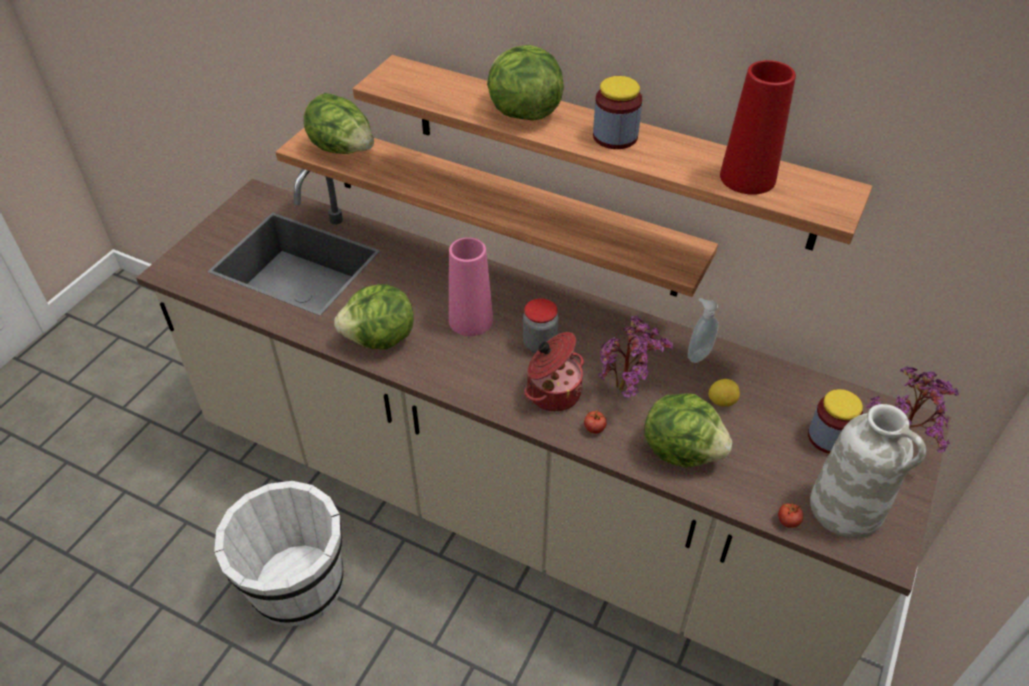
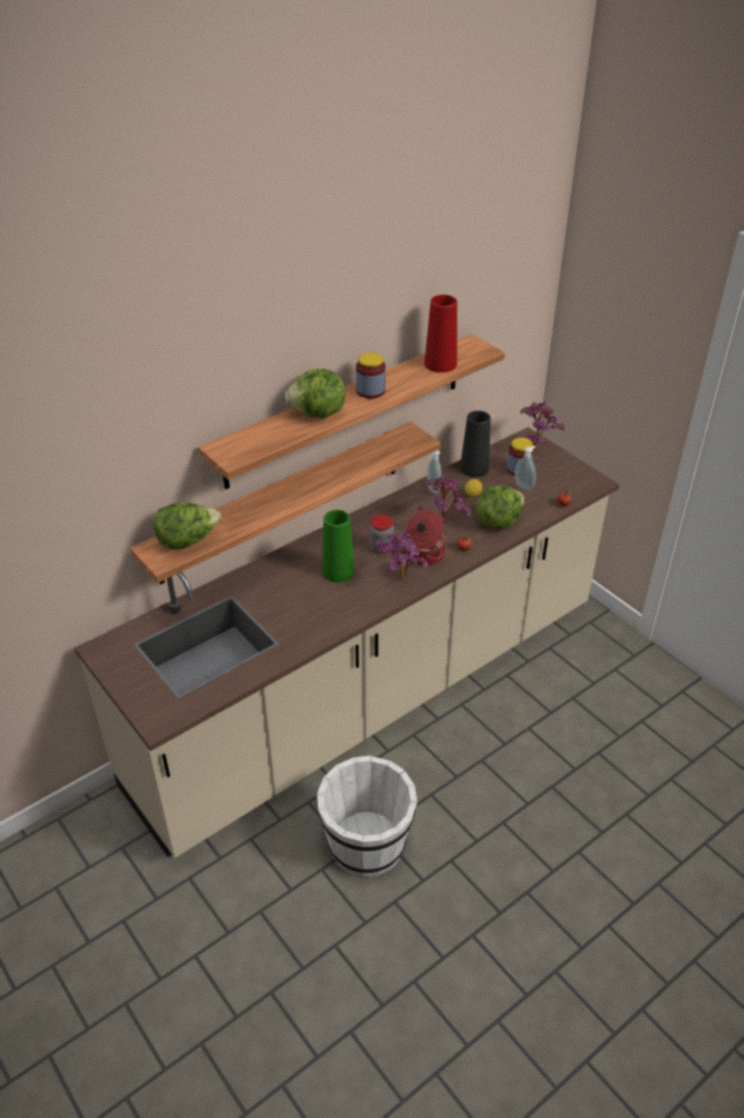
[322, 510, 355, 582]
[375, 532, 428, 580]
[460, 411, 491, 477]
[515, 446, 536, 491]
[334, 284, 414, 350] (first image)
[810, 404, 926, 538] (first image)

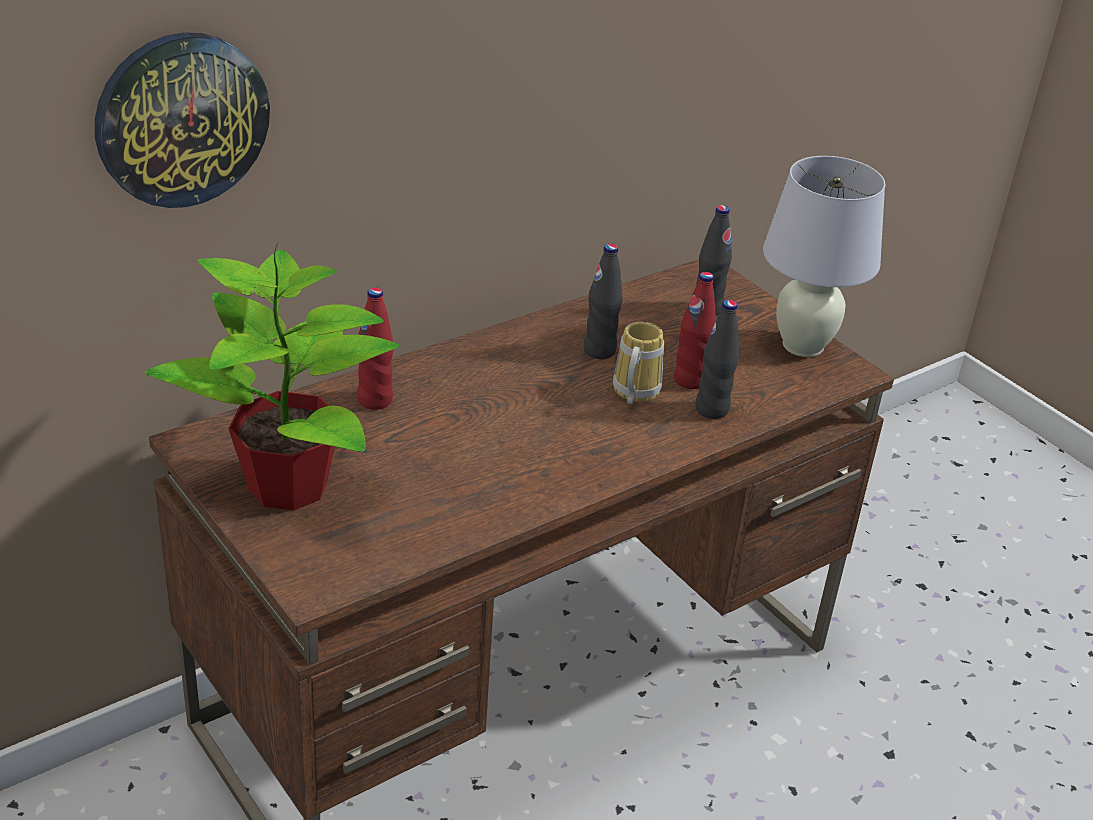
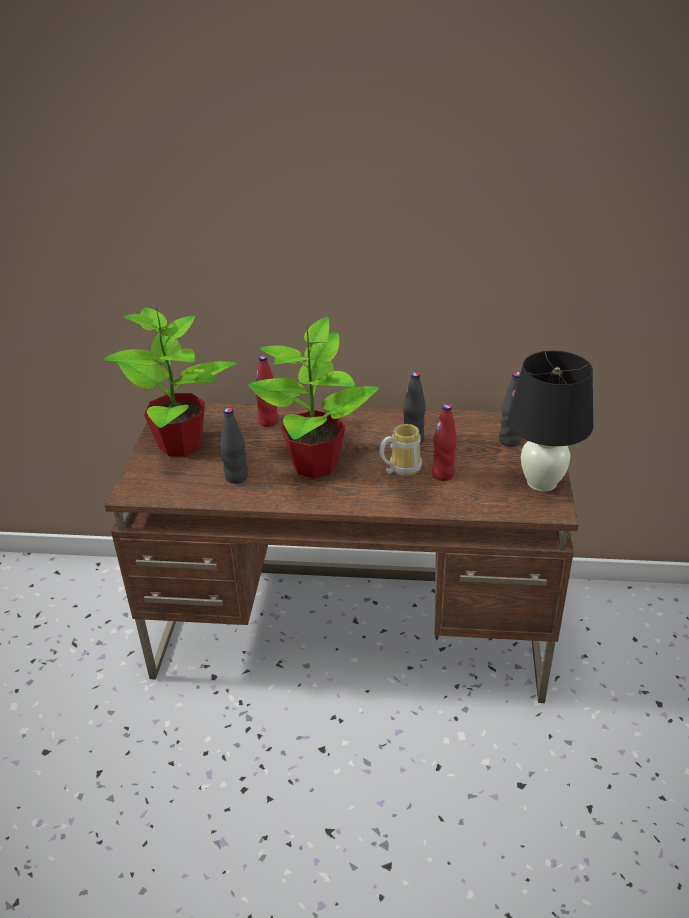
[220, 407, 248, 484]
[249, 317, 379, 478]
[508, 351, 593, 492]
[95, 32, 270, 208] (first image)

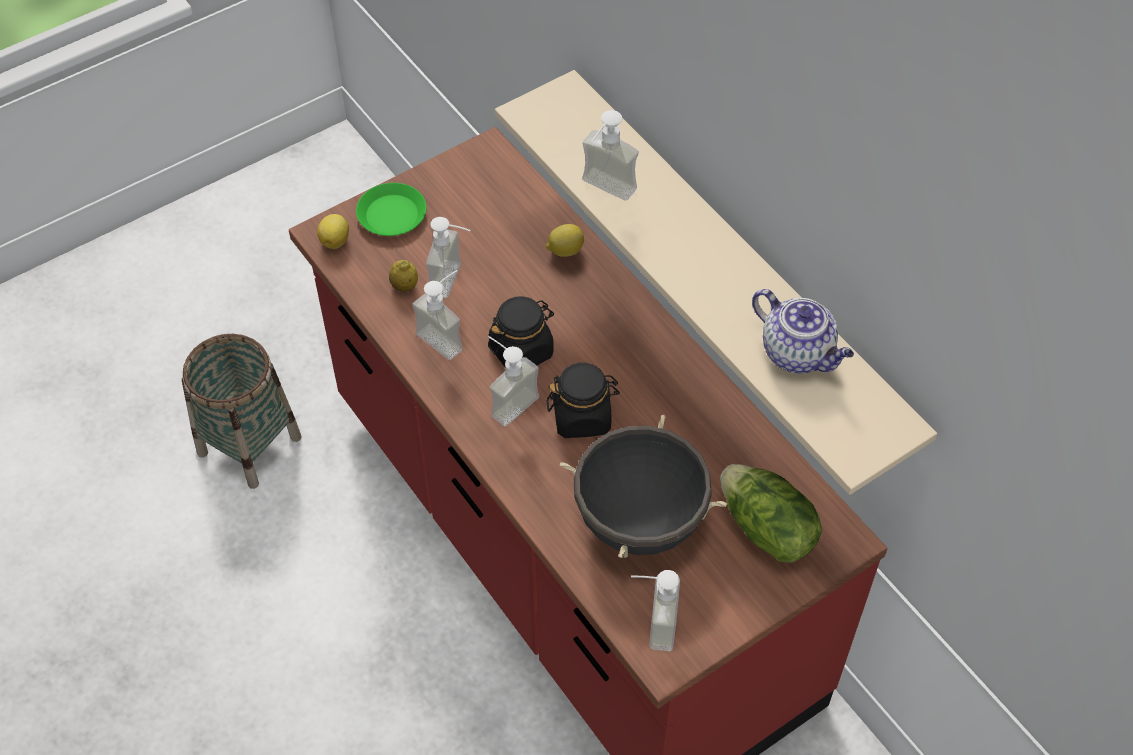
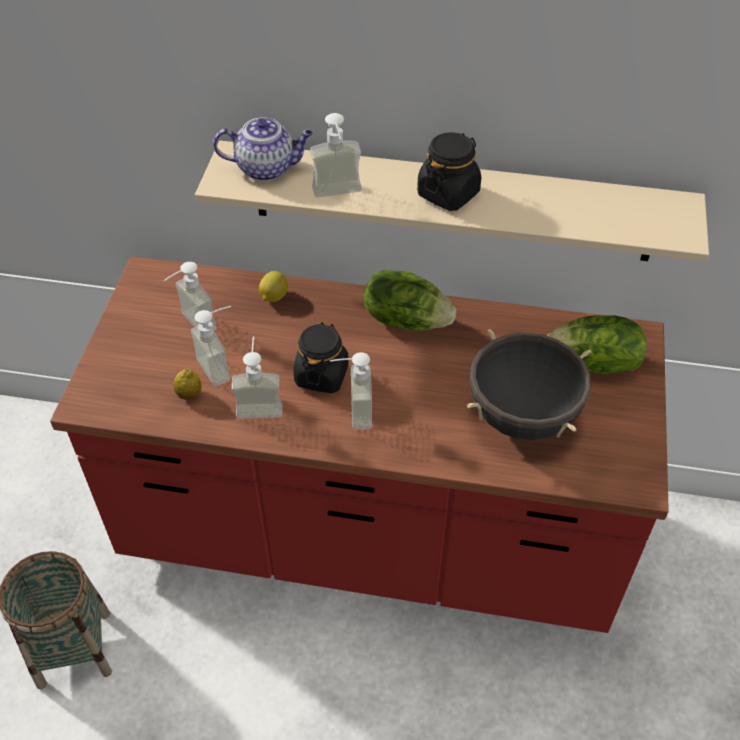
[164, 262, 217, 331]
[213, 117, 313, 181]
[364, 270, 456, 331]
[417, 132, 481, 211]
[317, 214, 349, 249] (first image)
[356, 183, 427, 236] (first image)

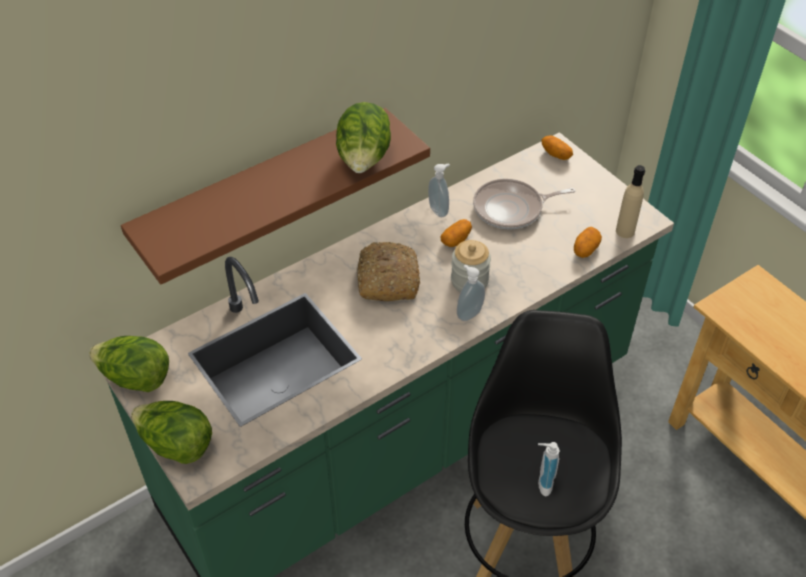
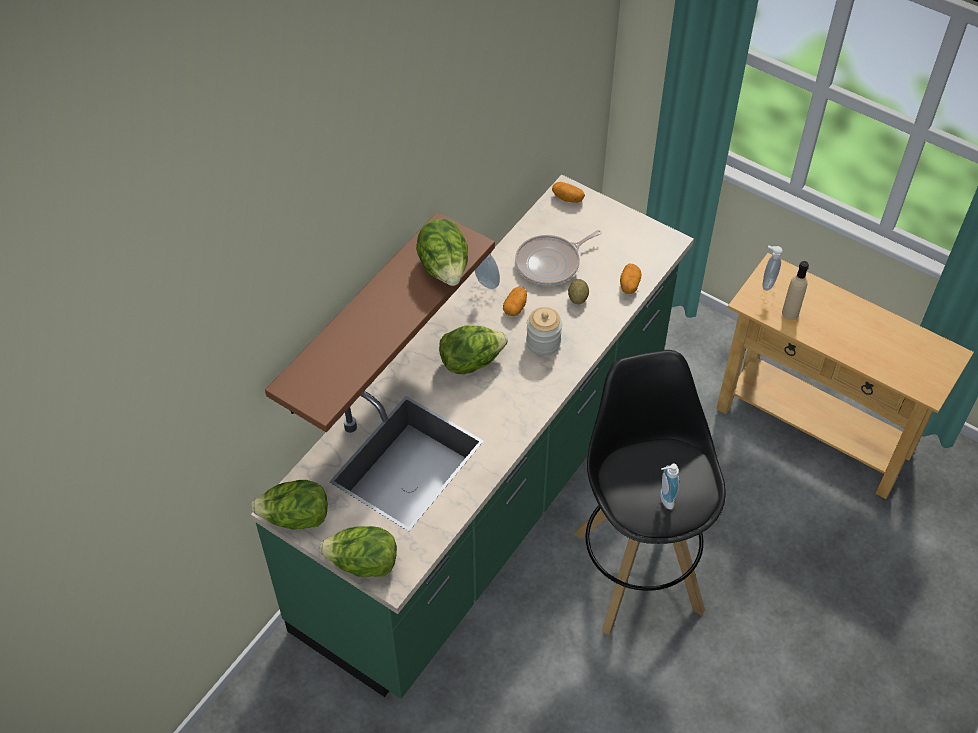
[439, 325, 508, 374]
[568, 279, 589, 305]
[762, 246, 783, 291]
[782, 261, 809, 320]

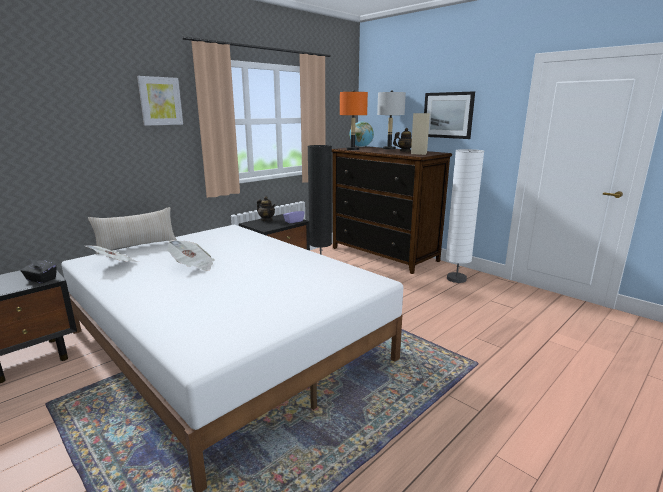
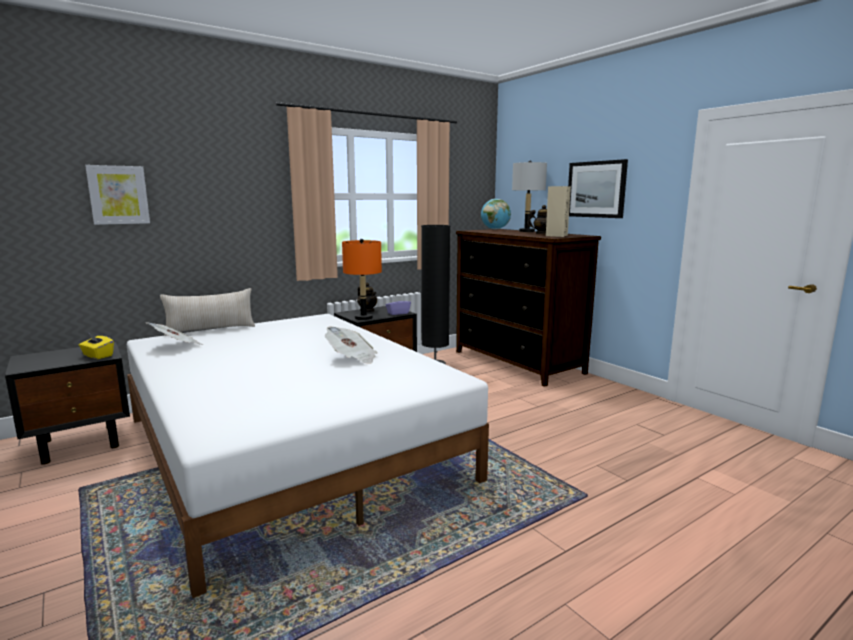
[79, 333, 114, 359]
[85, 165, 150, 225]
[324, 326, 377, 364]
[342, 239, 382, 320]
[446, 149, 484, 283] (first image)

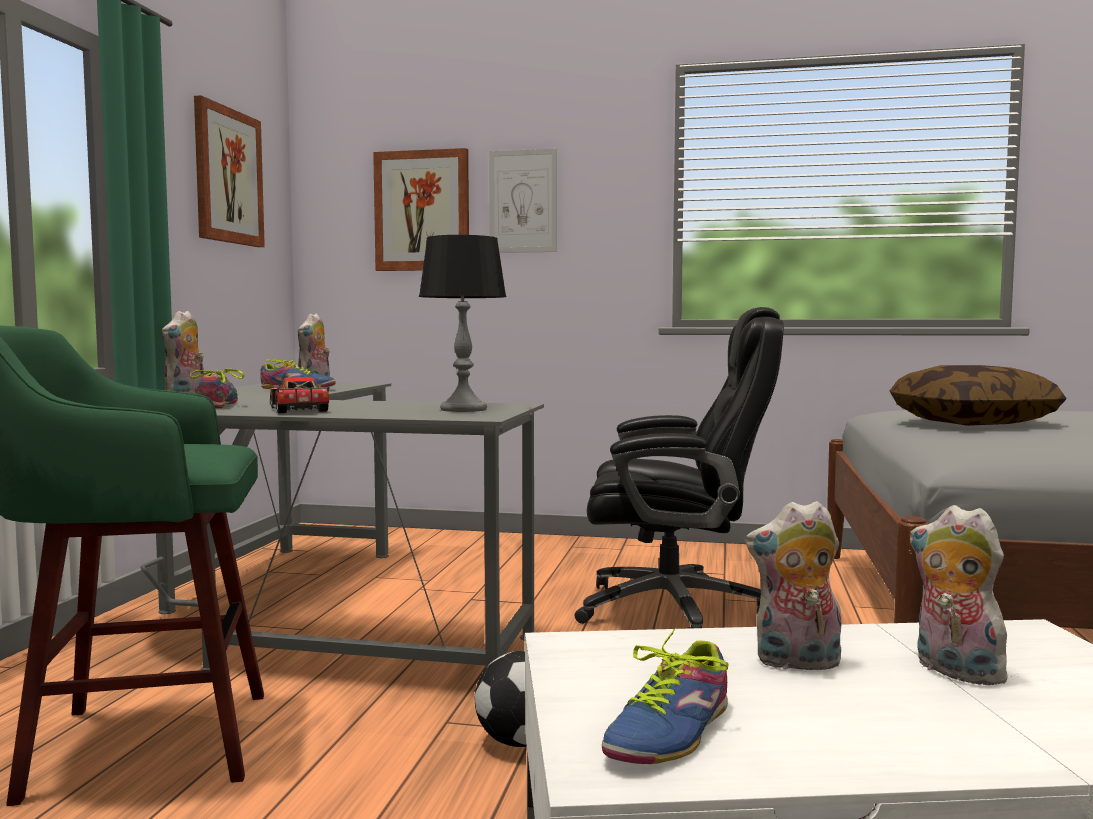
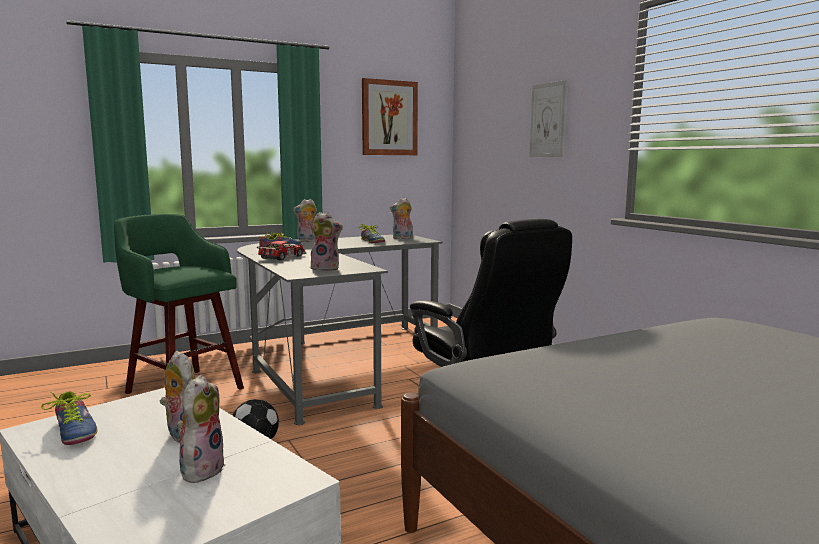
[41, 392, 98, 445]
[310, 212, 343, 271]
[373, 148, 469, 271] (first image)
[890, 365, 1066, 426] (first image)

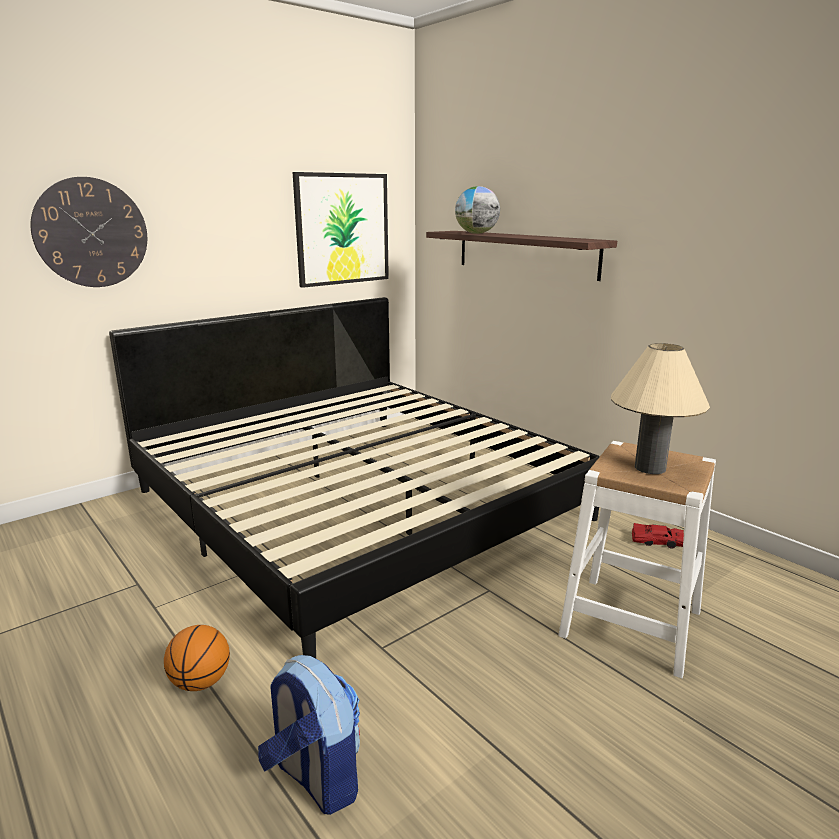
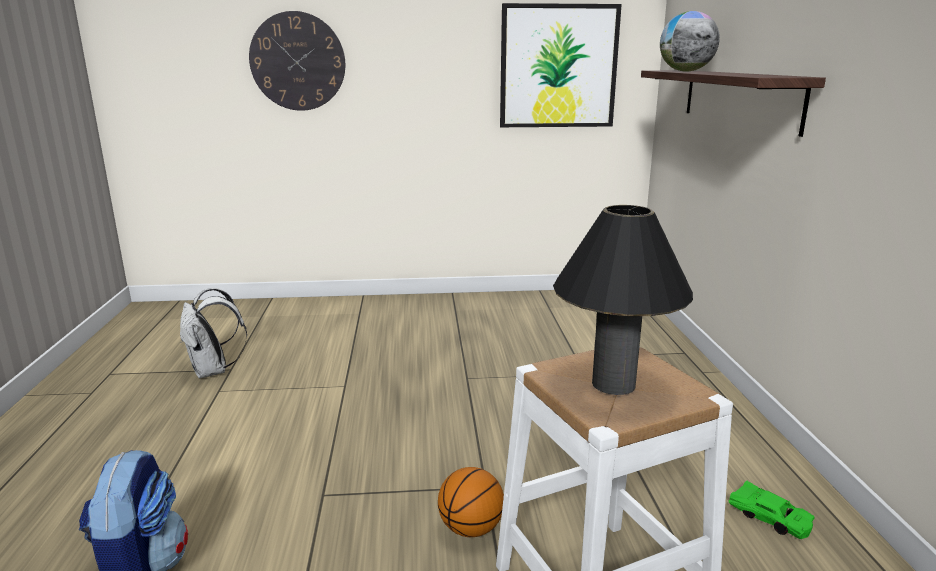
[180, 288, 247, 378]
[438, 467, 504, 537]
[553, 205, 693, 395]
[729, 481, 815, 539]
[109, 297, 600, 659] (first image)

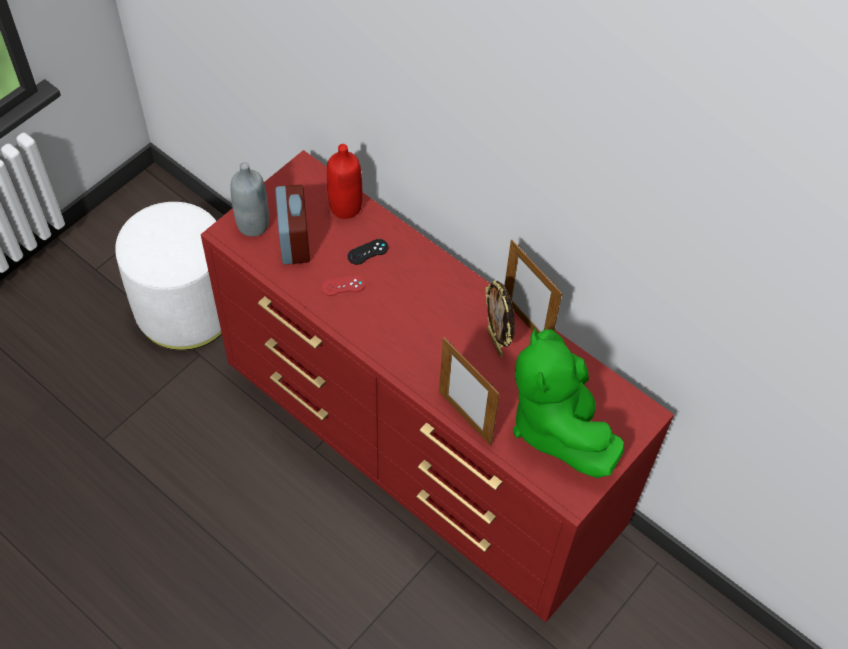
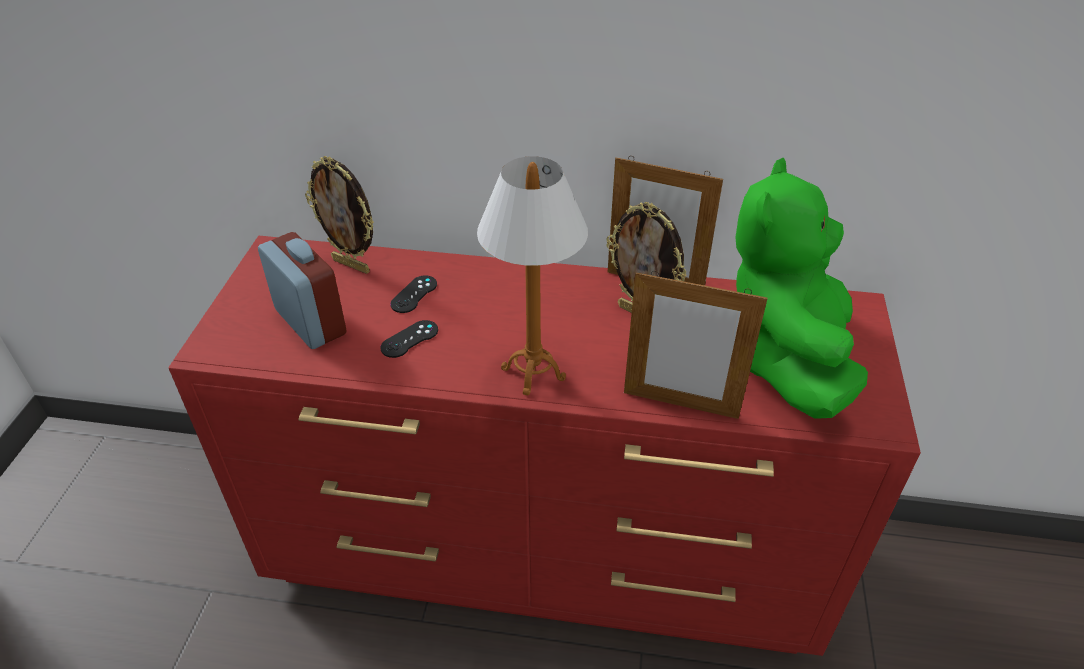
[305, 156, 374, 274]
[380, 320, 438, 358]
[477, 156, 588, 395]
[735, 157, 868, 419]
[115, 202, 222, 350] (first image)
[230, 162, 269, 237] (first image)

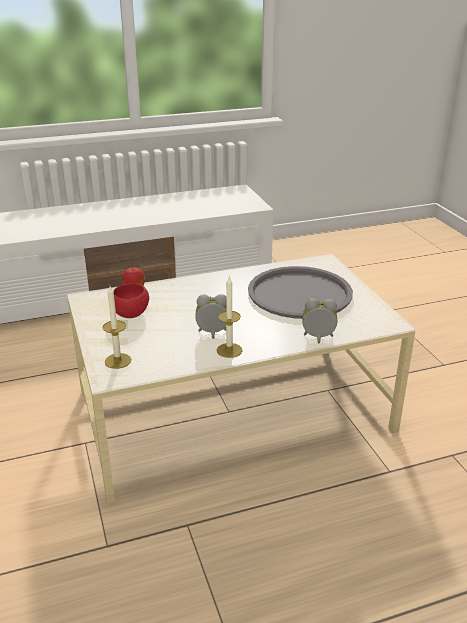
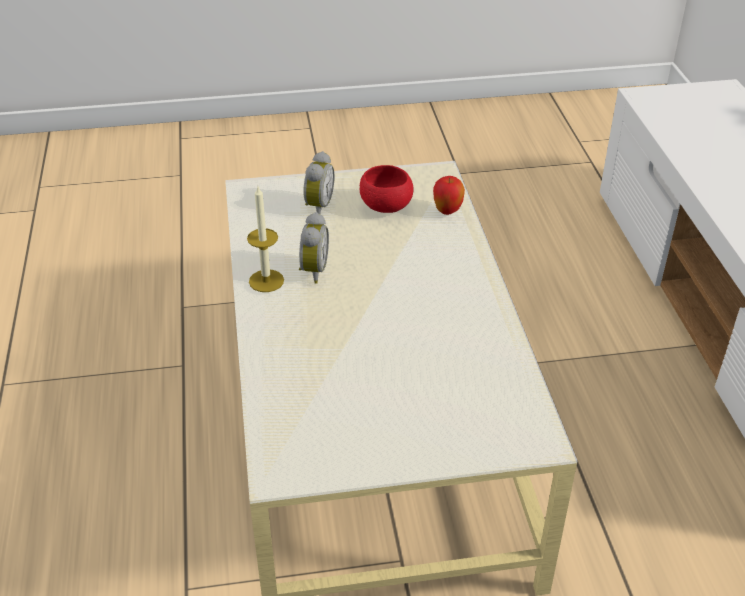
[304, 151, 334, 214]
[102, 286, 131, 369] (first image)
[248, 266, 353, 319] (first image)

